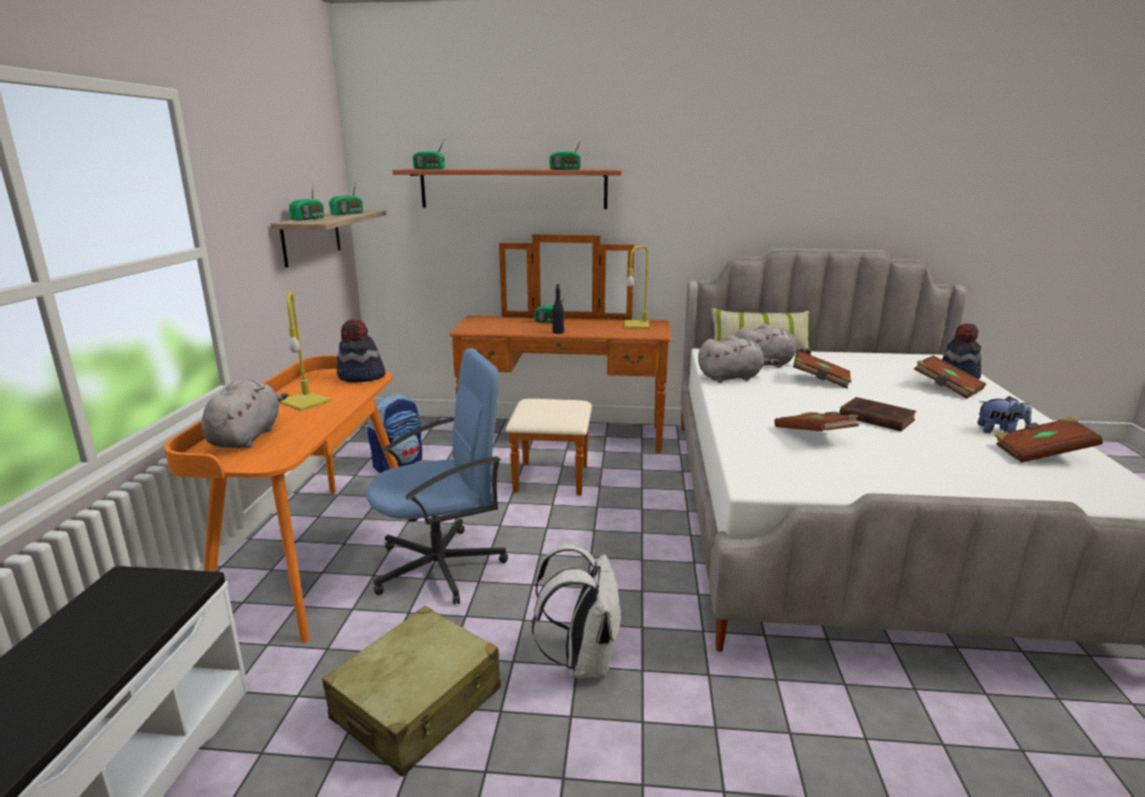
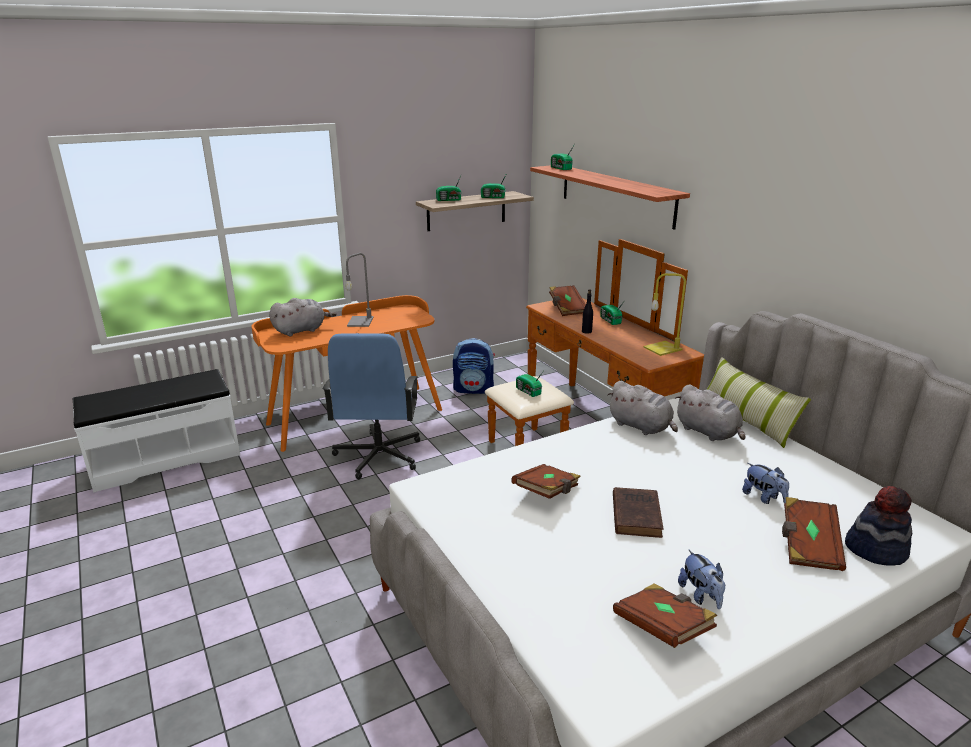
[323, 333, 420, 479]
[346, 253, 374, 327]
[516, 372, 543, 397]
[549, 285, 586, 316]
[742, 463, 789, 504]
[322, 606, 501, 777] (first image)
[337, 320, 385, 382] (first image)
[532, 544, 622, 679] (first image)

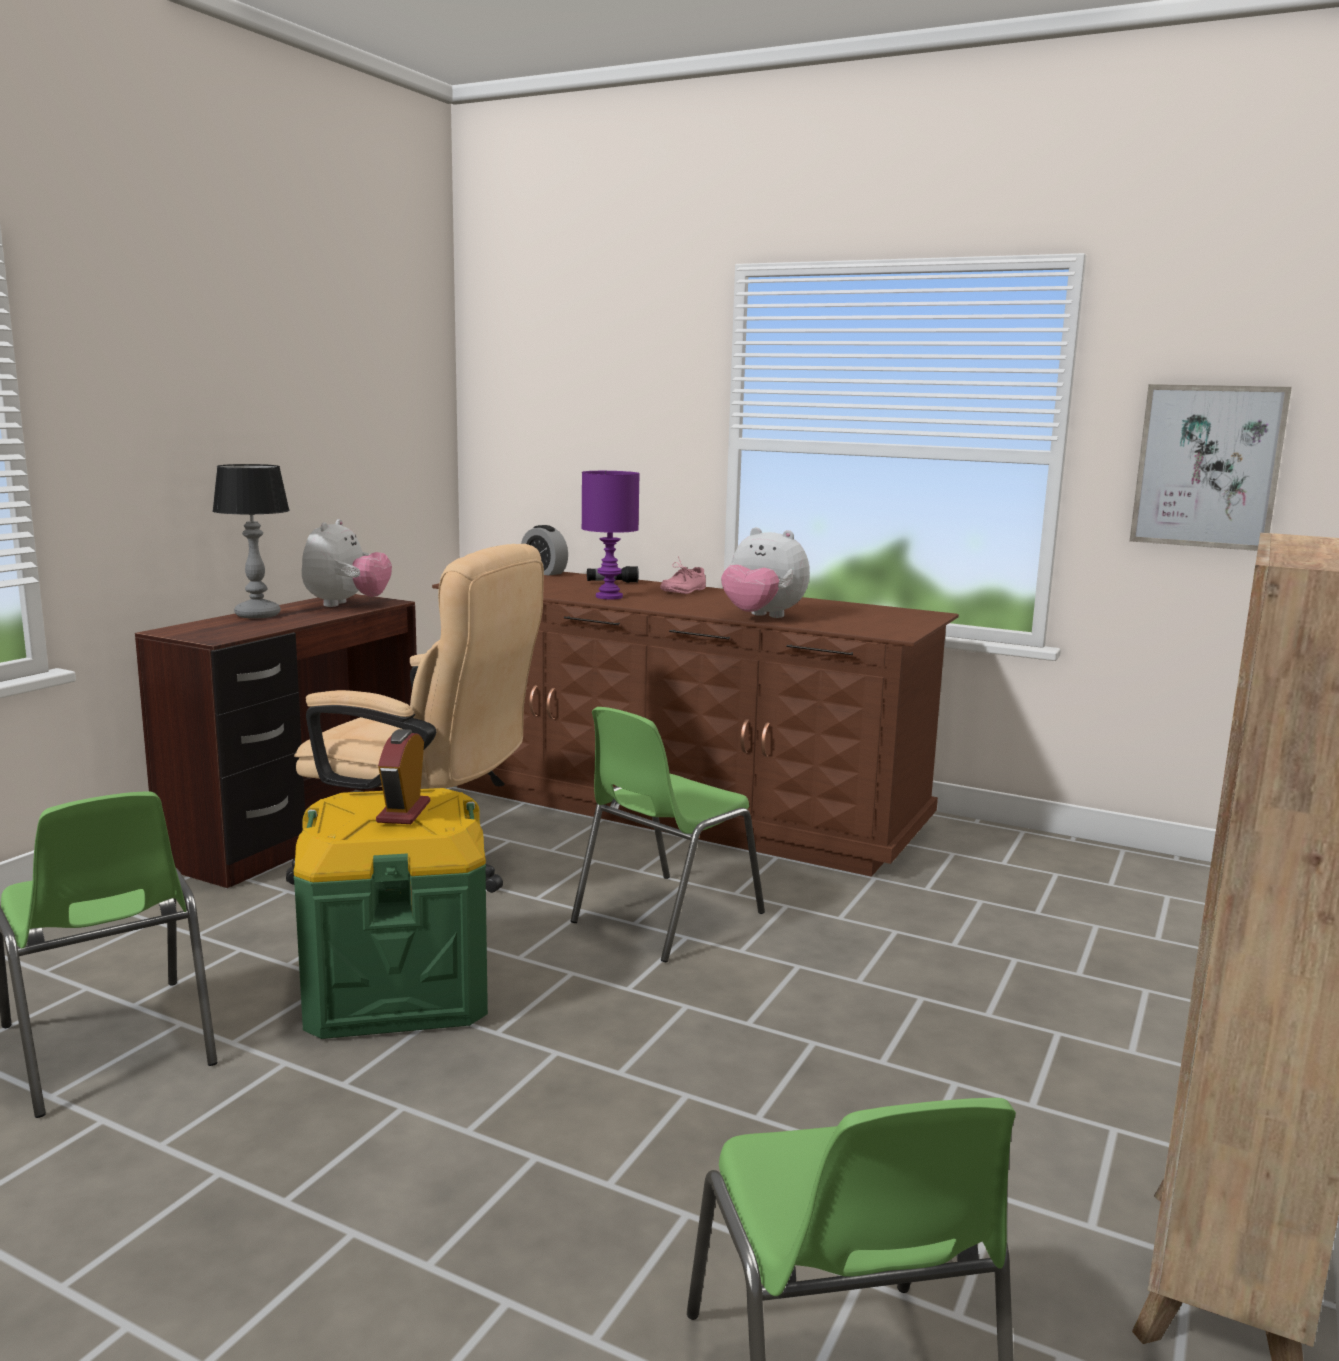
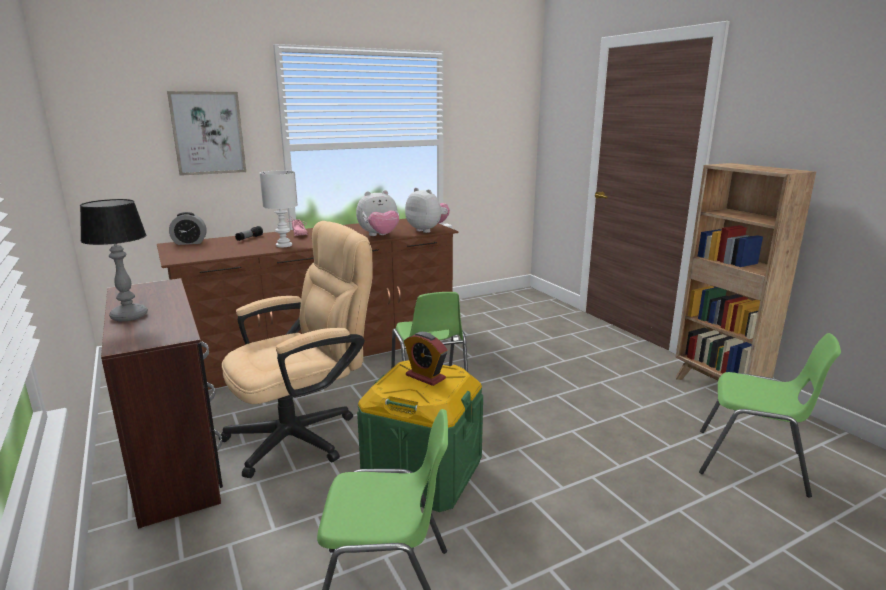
[167, 91, 246, 176]
[259, 171, 298, 247]
[405, 188, 450, 233]

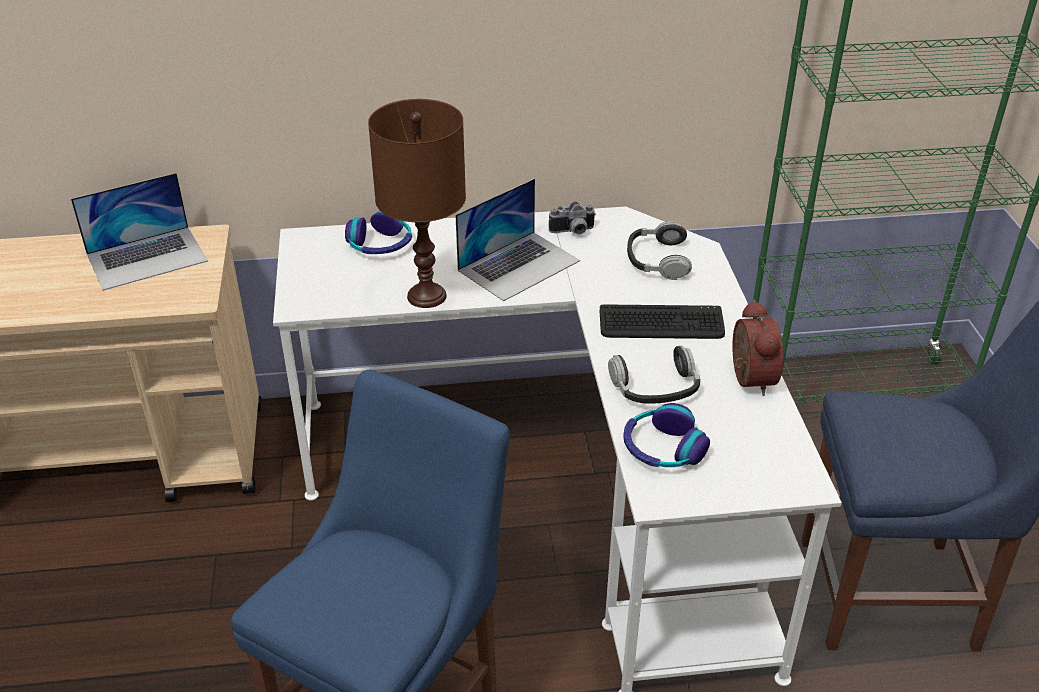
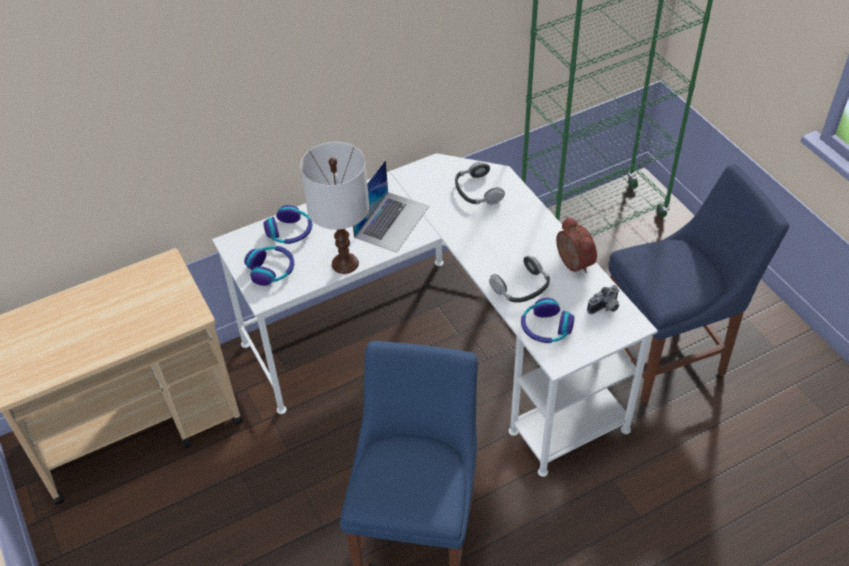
[244, 246, 294, 286]
[300, 142, 369, 274]
[587, 285, 620, 314]
[71, 173, 208, 291] (first image)
[600, 304, 725, 339] (first image)

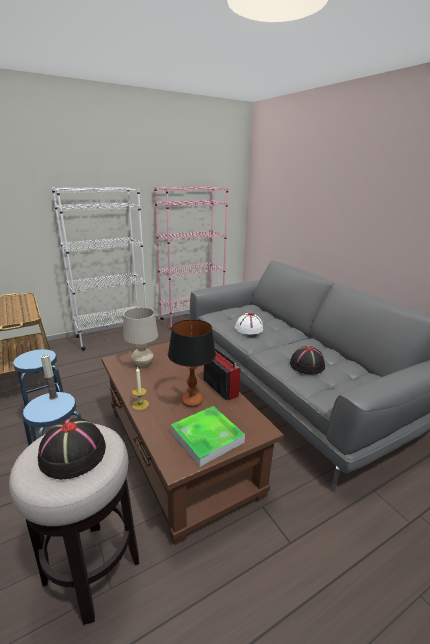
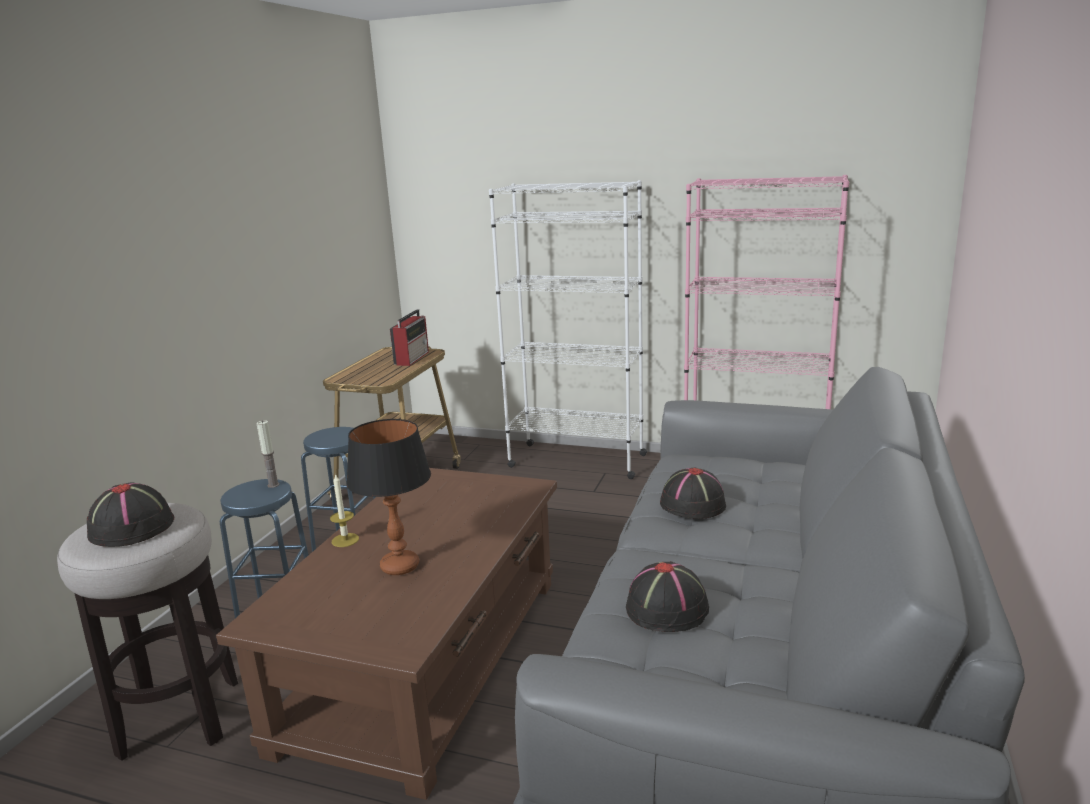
[390, 309, 429, 366]
[660, 467, 726, 519]
[123, 307, 158, 367] (first image)
[171, 406, 245, 467] (first image)

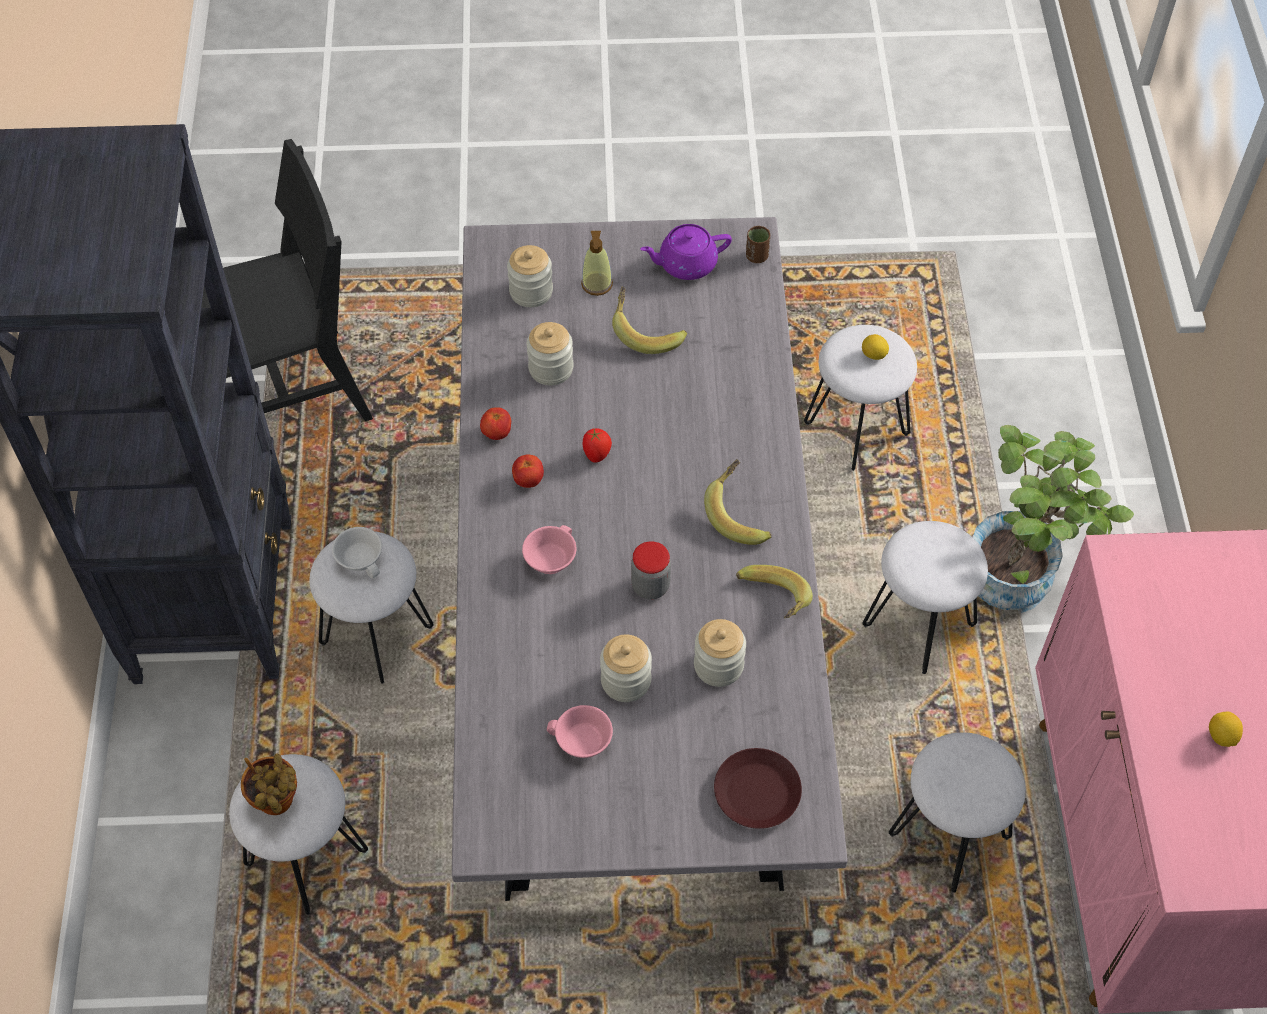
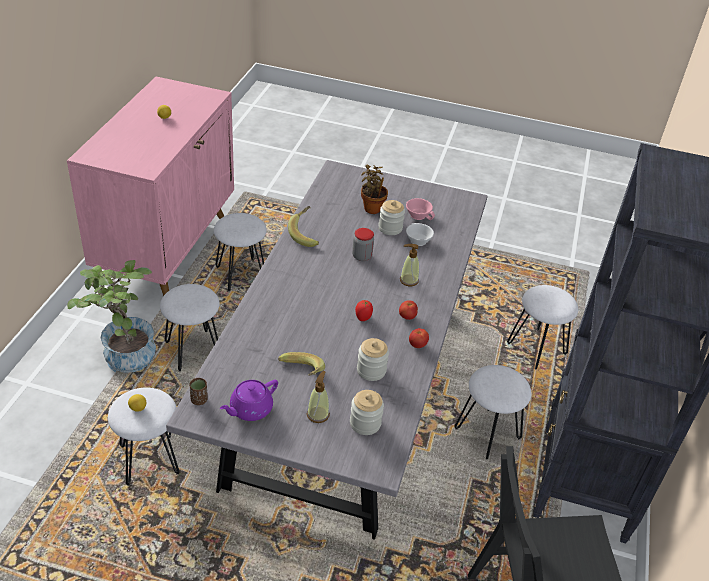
[220, 380, 278, 421]
[361, 165, 388, 214]
[400, 244, 419, 286]
[406, 223, 434, 246]
[694, 619, 746, 687] (first image)
[704, 459, 772, 545] (first image)
[714, 748, 802, 829] (first image)

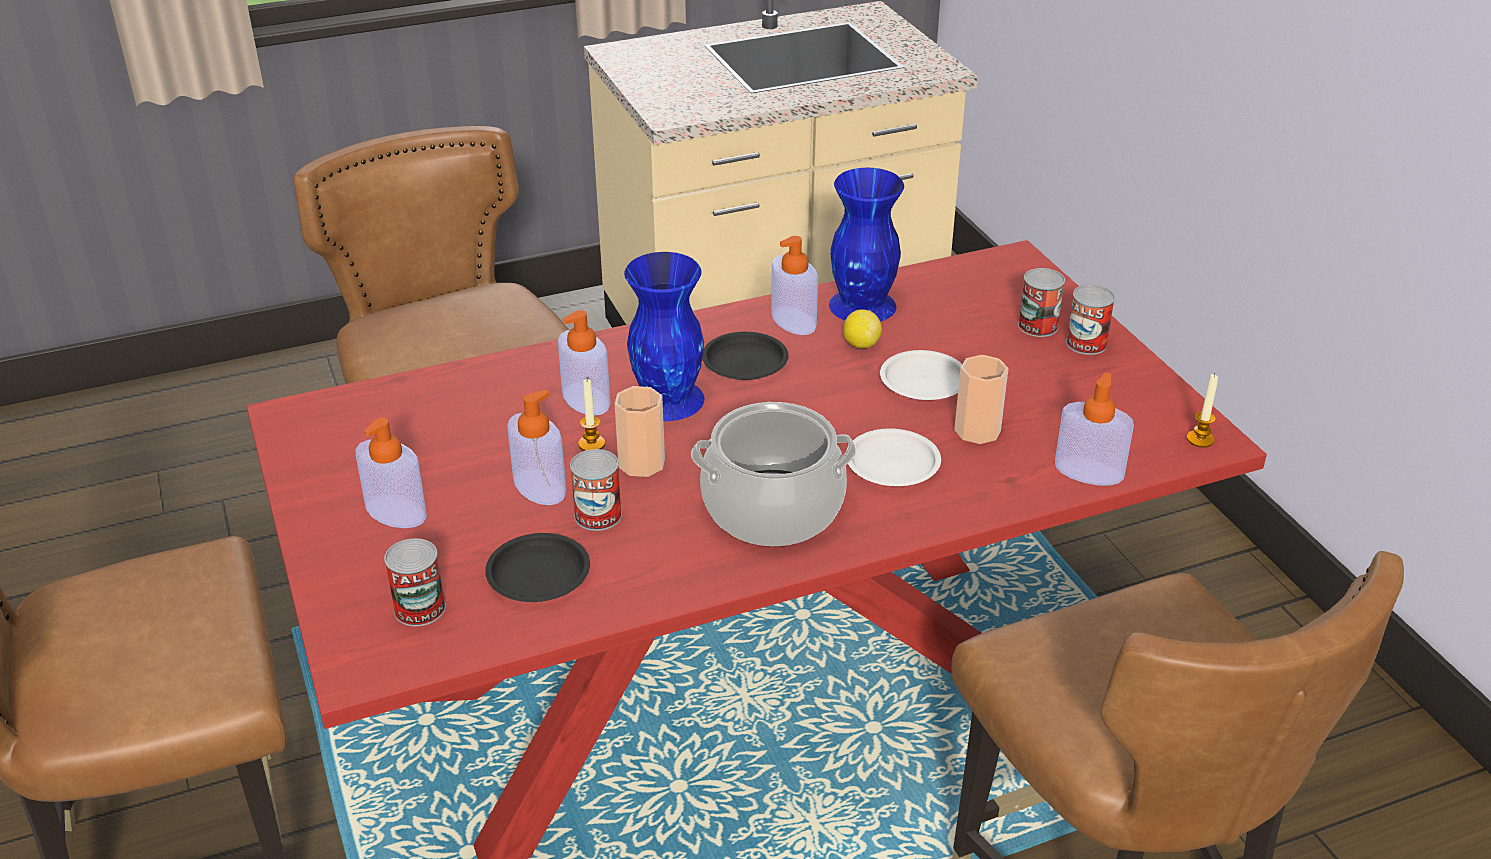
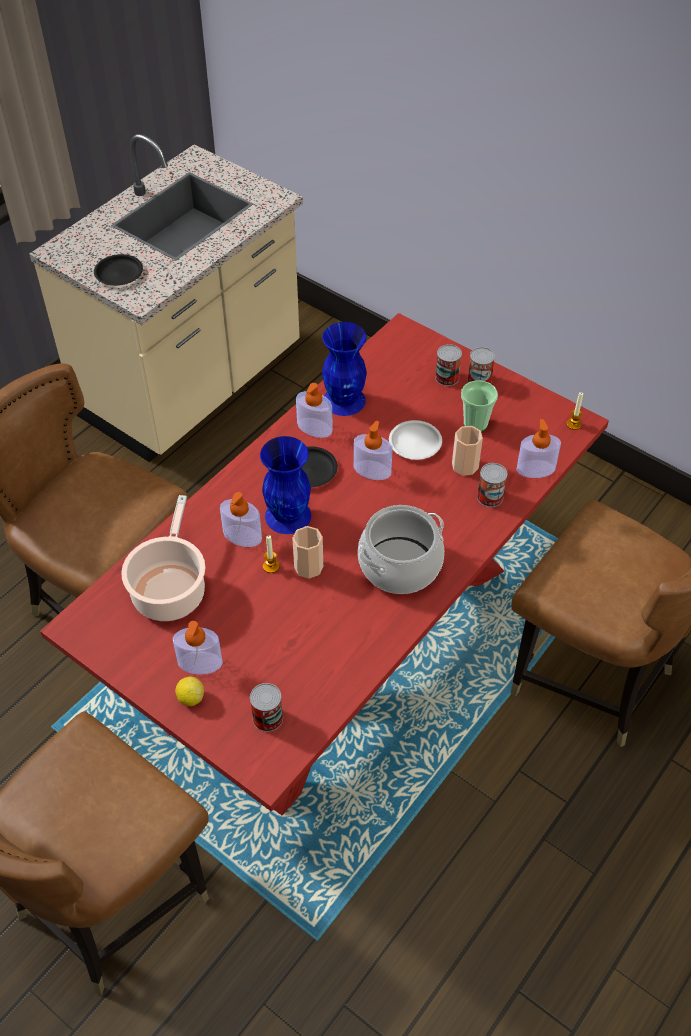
[94, 254, 143, 286]
[121, 495, 205, 621]
[175, 677, 204, 706]
[354, 421, 393, 480]
[461, 380, 498, 432]
[477, 463, 507, 507]
[848, 429, 941, 486] (first image)

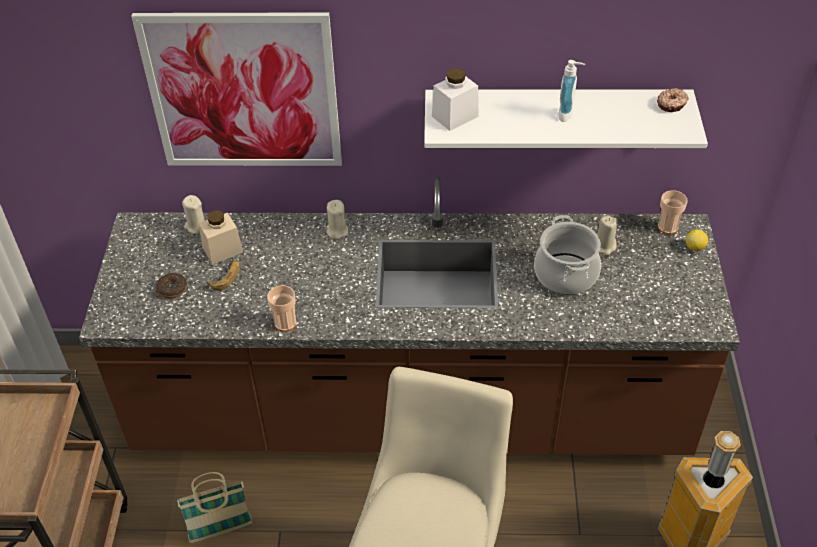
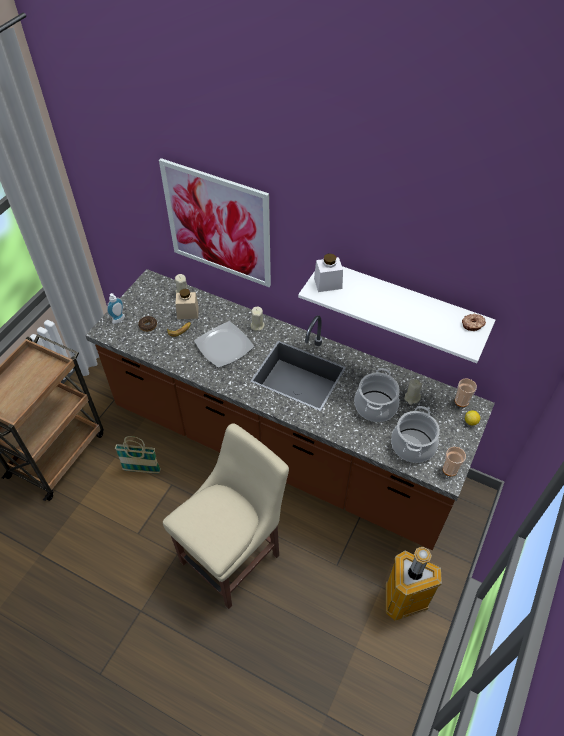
[107, 293, 125, 324]
[194, 321, 254, 368]
[391, 406, 440, 463]
[443, 447, 466, 476]

